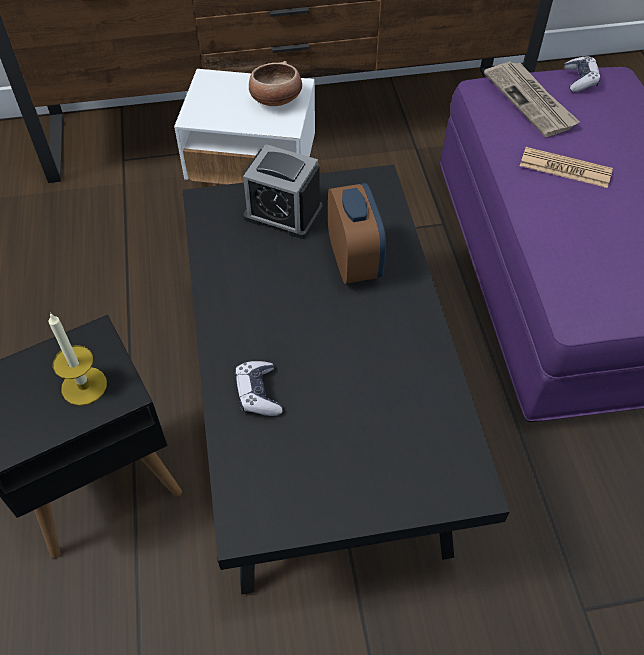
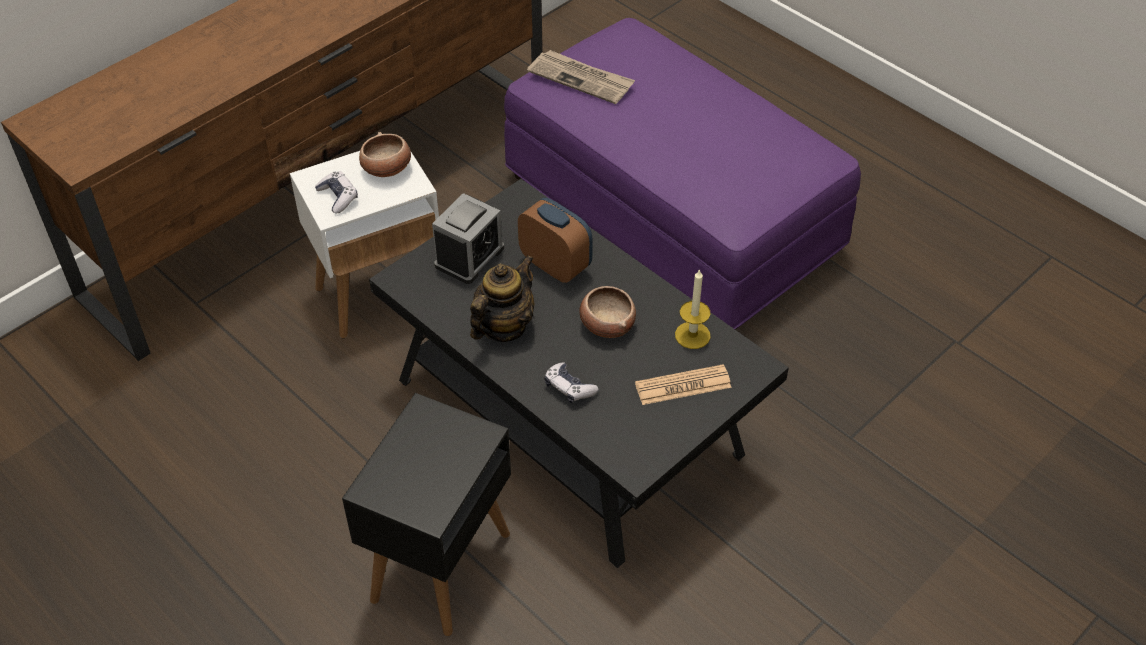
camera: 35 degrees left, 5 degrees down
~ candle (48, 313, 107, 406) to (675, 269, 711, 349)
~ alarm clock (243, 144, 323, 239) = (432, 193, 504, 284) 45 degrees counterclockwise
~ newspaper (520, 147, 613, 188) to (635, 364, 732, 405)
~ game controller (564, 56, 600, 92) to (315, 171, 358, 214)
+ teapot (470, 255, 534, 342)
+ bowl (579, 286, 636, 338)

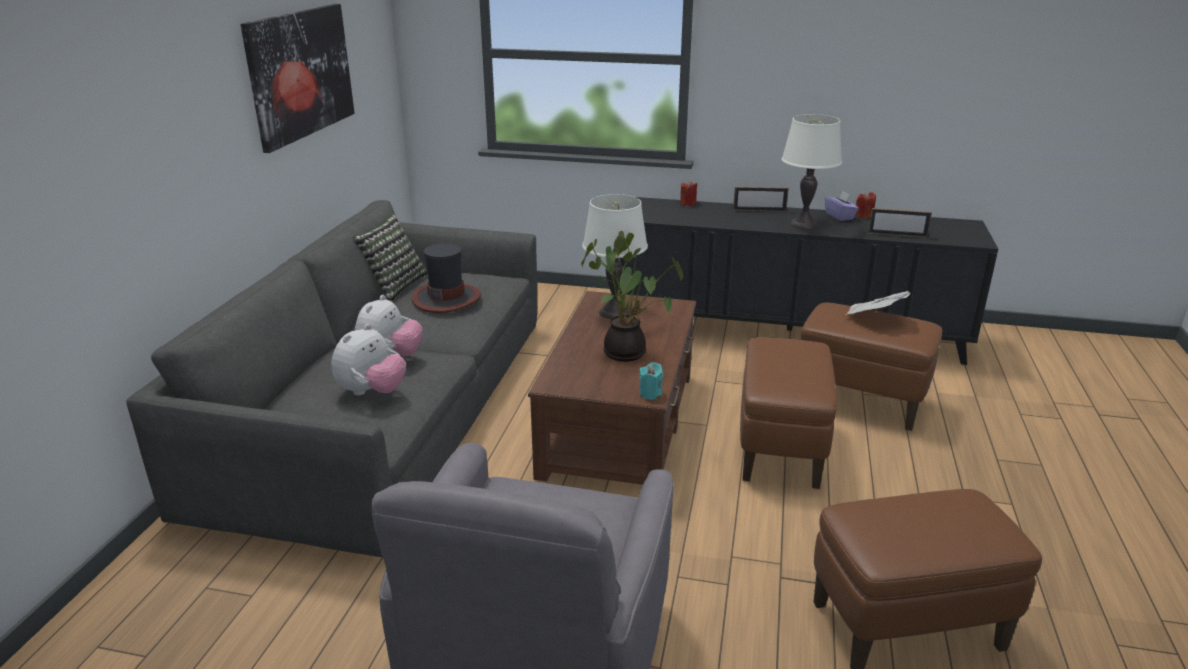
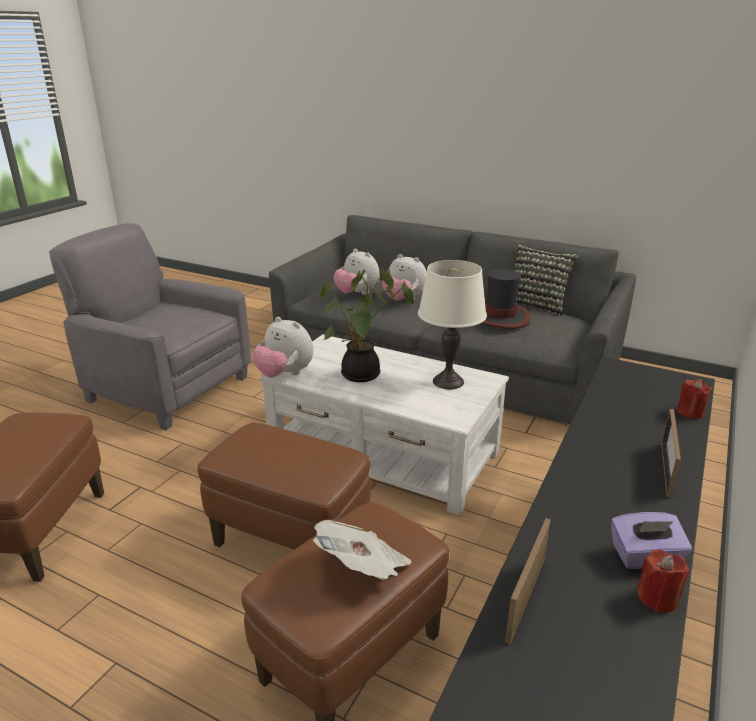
camera: 105 degrees right, 0 degrees up
- picture (240, 4, 355, 153)
~ brown coffee table (528, 291, 696, 485) to white coffee table (260, 334, 509, 516)
~ turquoise candle (639, 362, 663, 400) to plush toy (252, 317, 313, 378)
- white table lamp (781, 114, 842, 229)

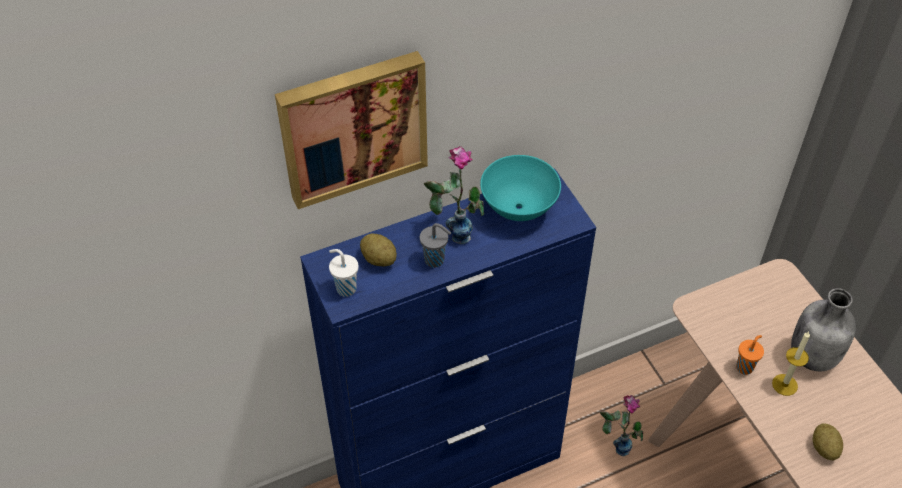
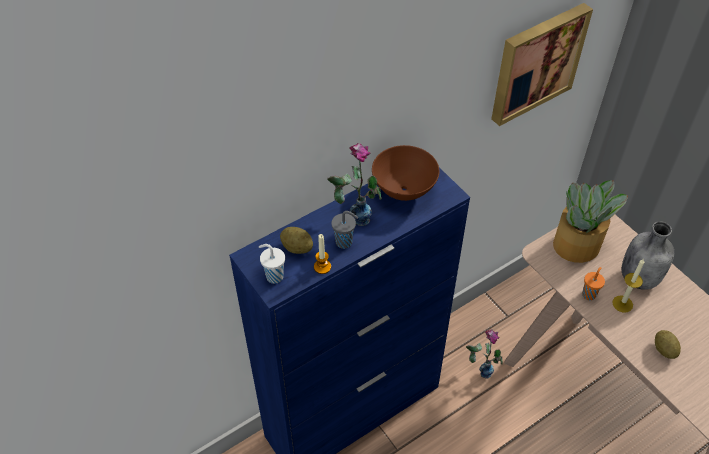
camera: 10 degrees left, 0 degrees up
~ picture (275, 51, 428, 209) to (491, 3, 593, 126)
~ turquoise bowl (480, 155, 561, 221) to brown bowl (372, 145, 439, 201)
+ candle (314, 234, 331, 274)
+ potted plant (553, 180, 628, 263)

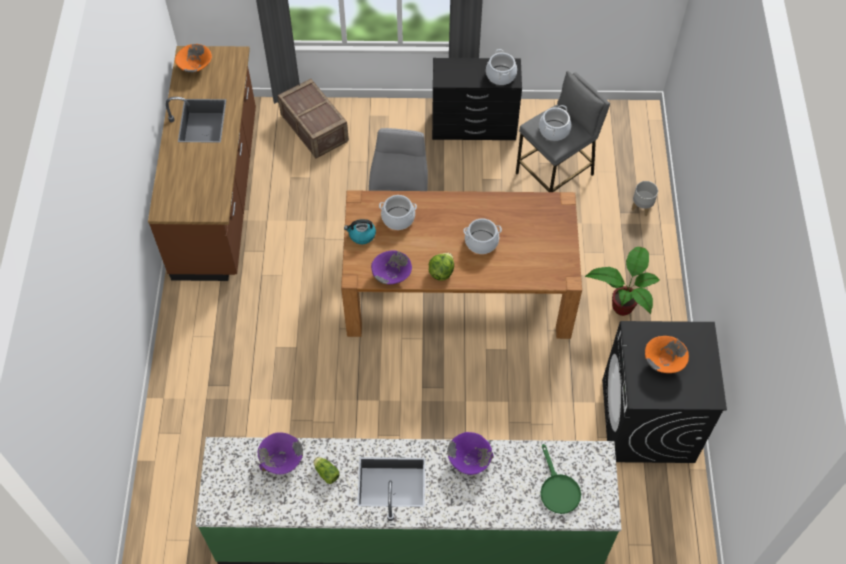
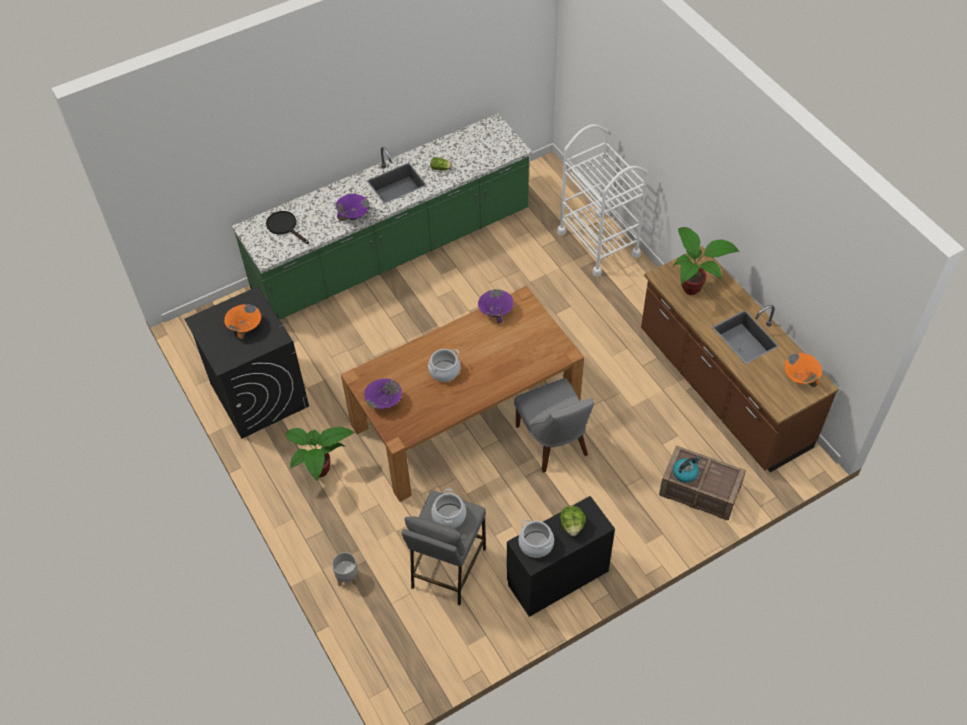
camera: 150 degrees right, 5 degrees down
~ purple bowl (257, 432, 303, 475) to (364, 378, 402, 409)
~ kettle (344, 219, 376, 244) to (673, 456, 700, 483)
- cooking pot (379, 195, 417, 230)
~ lettuce (429, 253, 454, 281) to (560, 506, 586, 536)
~ green frying pan (540, 444, 581, 514) to black frying pan (266, 211, 309, 244)
+ white cart (557, 124, 648, 277)
+ potted plant (673, 227, 739, 295)

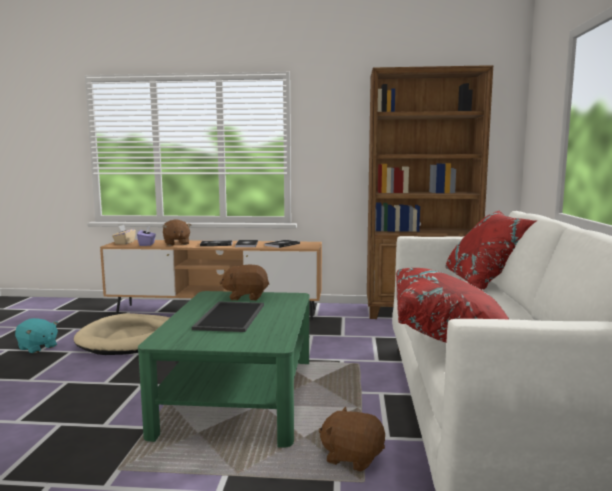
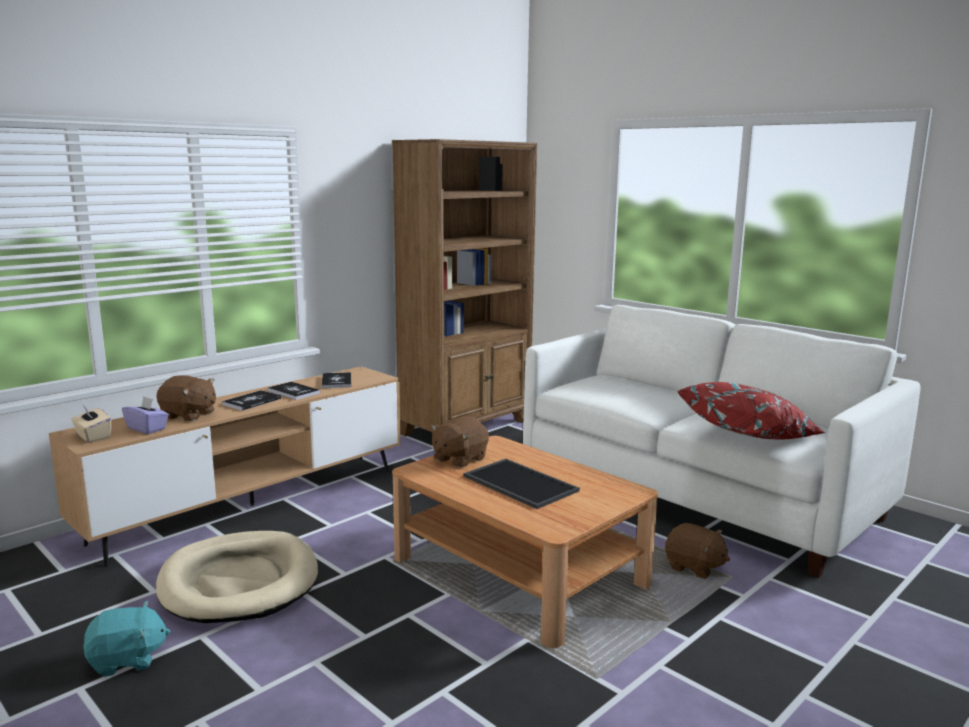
camera: 50 degrees left, 5 degrees up
~ green coffee table (138, 291, 309, 448) to brown coffee table (392, 436, 658, 648)
~ brown plush toy (319, 407, 385, 472) = (665, 523, 730, 579) 120 degrees counterclockwise
- red pillow (445, 210, 537, 290)

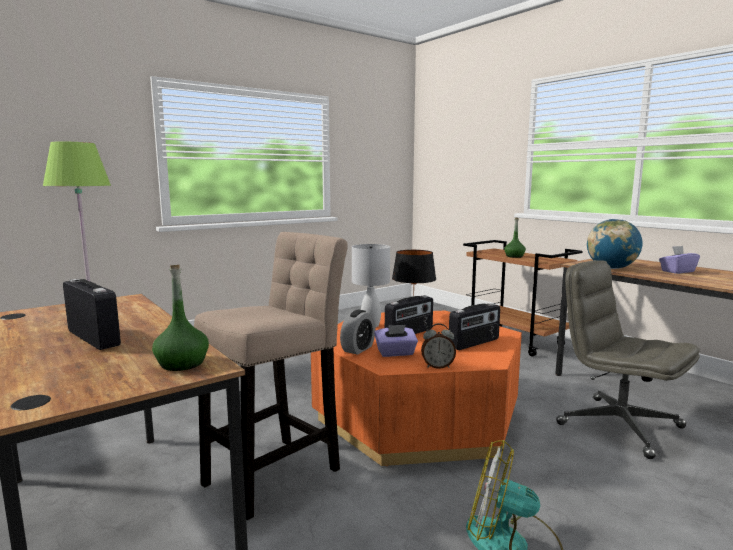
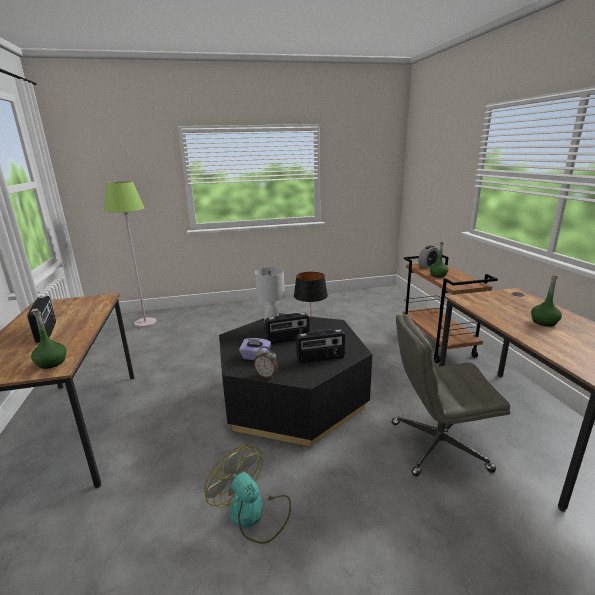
camera: 25 degrees right, 10 degrees up
- beige stool (194, 232, 348, 520)
~ orange coffee table (311, 311, 522, 466) to black coffee table (219, 313, 372, 447)
~ alarm clock (340, 310, 375, 355) to (418, 246, 439, 269)
~ grey office chair (556, 260, 700, 459) = (392, 314, 510, 476) 75 degrees counterclockwise
- globe (587, 219, 642, 269)
~ purple tissue box (659, 246, 700, 274) to green bottle (531, 275, 562, 326)

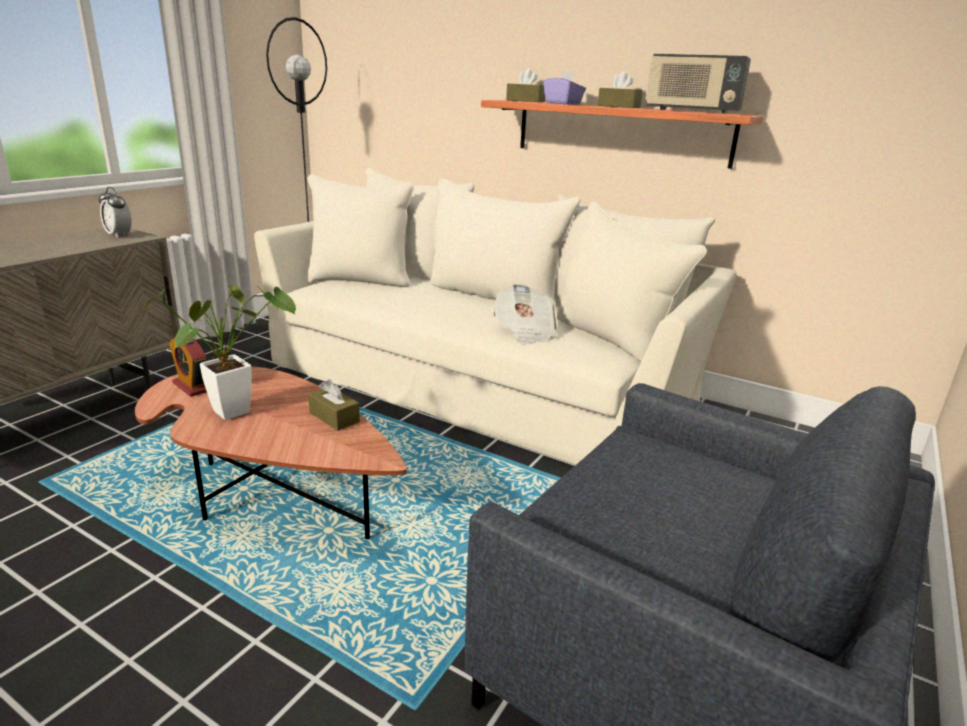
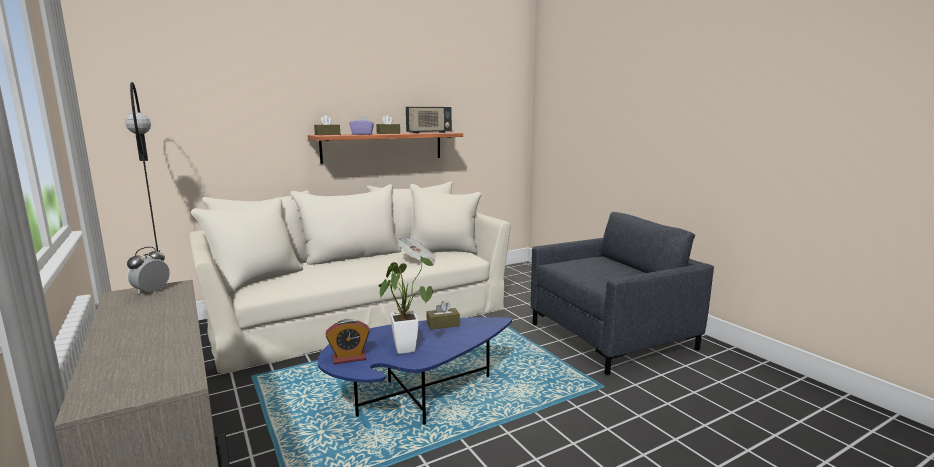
camera: 60 degrees left, 10 degrees down
~ alarm clock (99, 187, 131, 238) = (127, 247, 170, 294) 135 degrees clockwise
~ brown coffee table (135, 366, 407, 539) to blue coffee table (318, 317, 512, 425)

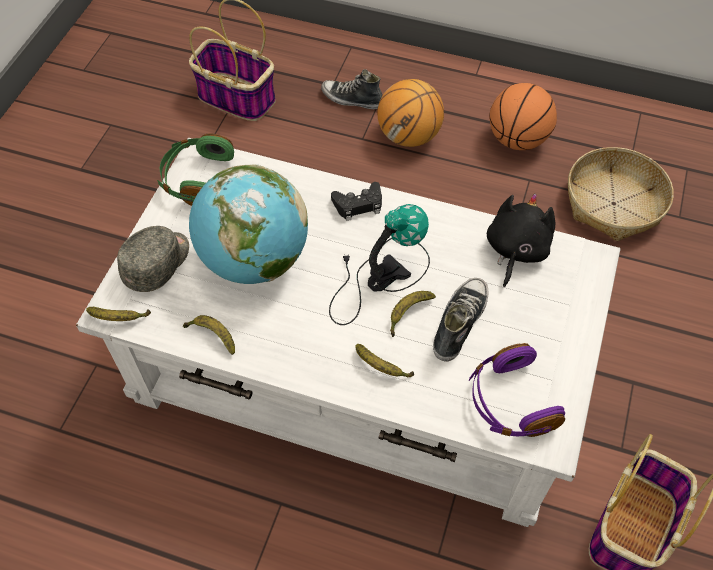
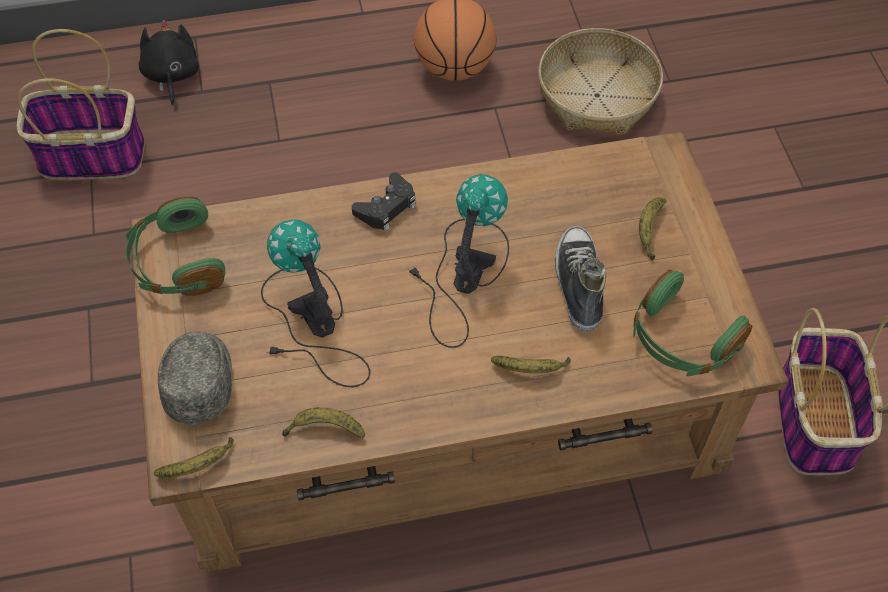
camera: 30 degrees left, 0 degrees up
~ white coffee table (76, 138, 620, 527) to brown coffee table (130, 131, 788, 572)
~ globe (189, 164, 308, 284) to table lamp (261, 219, 370, 387)
- shoe (321, 69, 382, 109)
- basketball (377, 79, 444, 147)
~ banana (390, 291, 436, 337) to (639, 197, 666, 260)
~ purple headphones (469, 343, 565, 437) to green headphones (633, 270, 752, 376)
~ black plush toy (487, 194, 555, 288) to (139, 20, 199, 106)

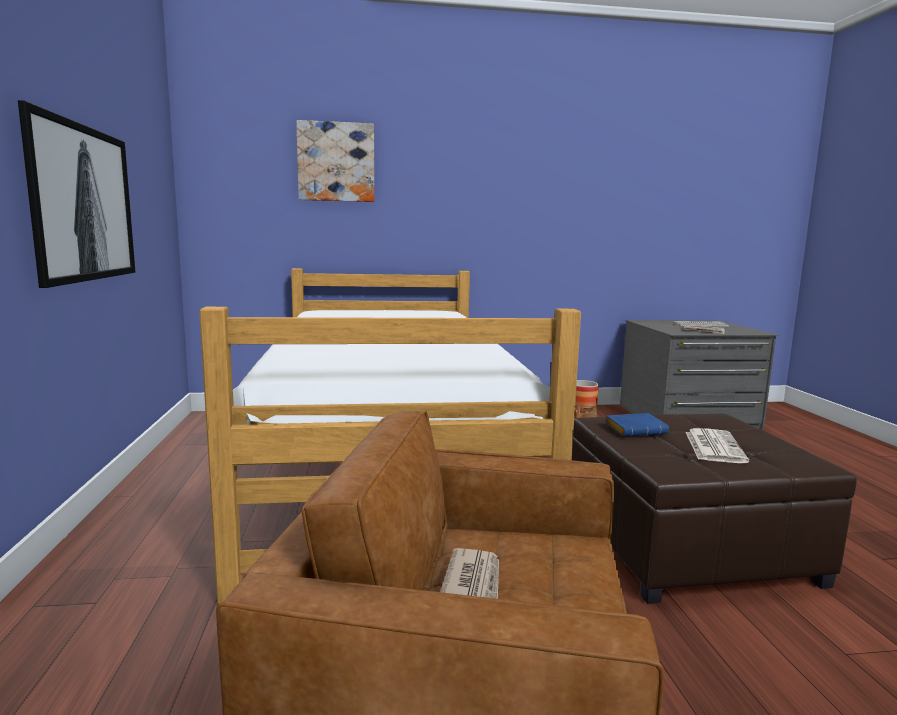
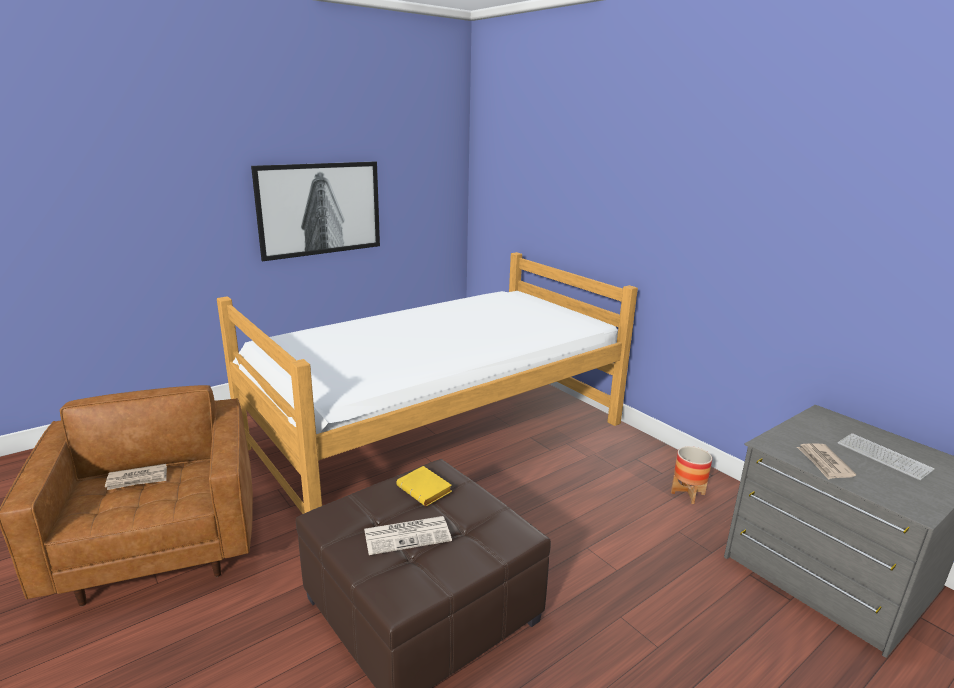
camera: 60 degrees right, 10 degrees up
- picture (296, 120, 374, 202)
~ blue book (606, 413, 669, 436) to yellow book (396, 466, 452, 506)

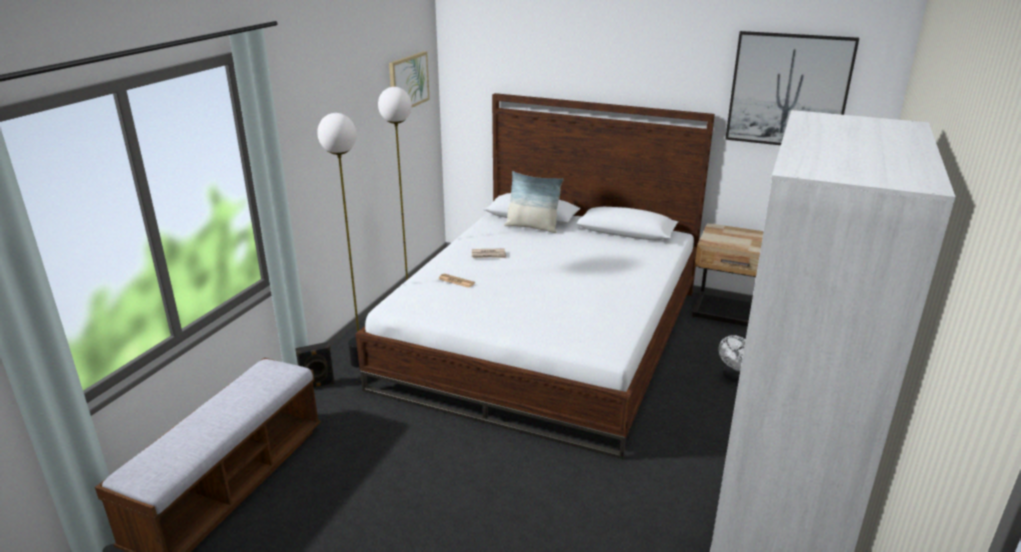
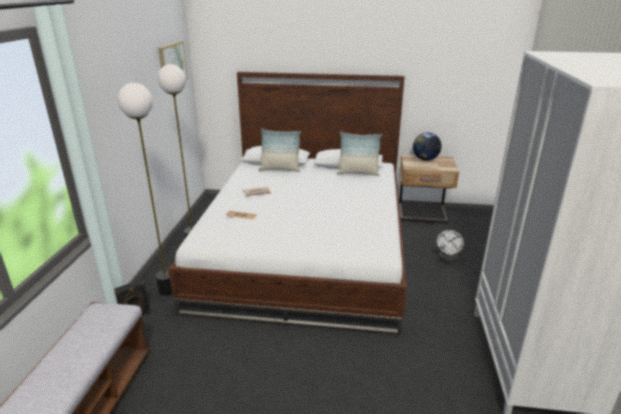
camera: 15 degrees left, 0 degrees up
- picture (725, 31, 859, 145)
+ pillow (336, 131, 382, 176)
+ globe (413, 132, 442, 161)

